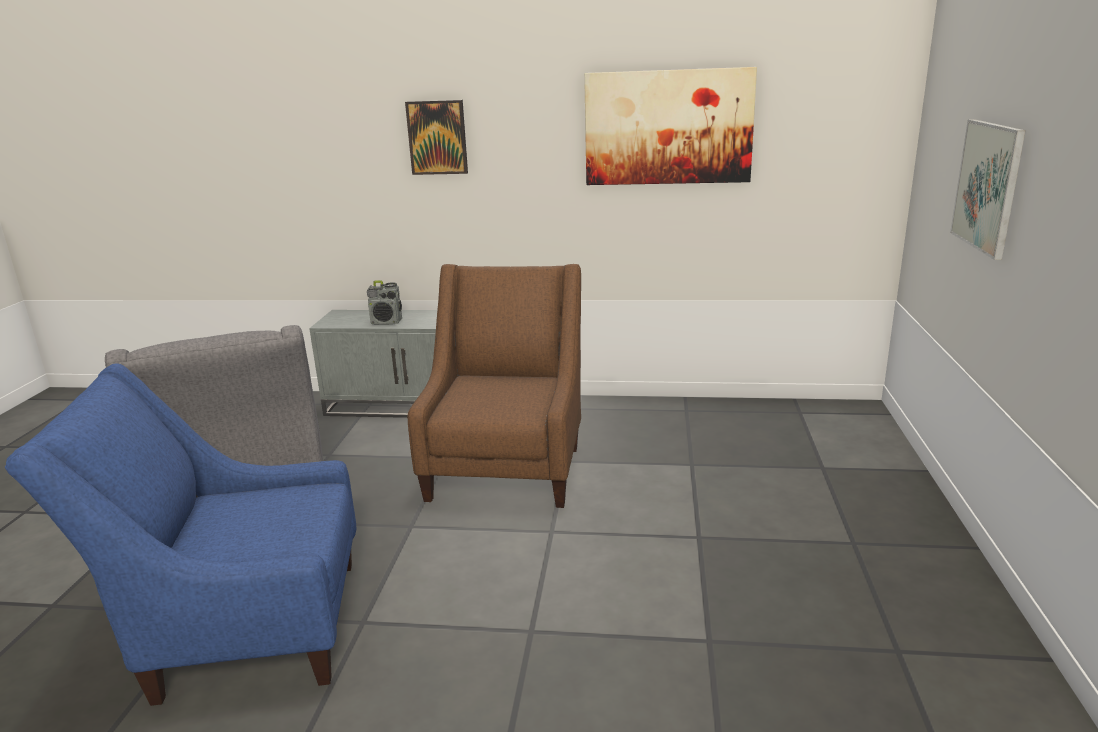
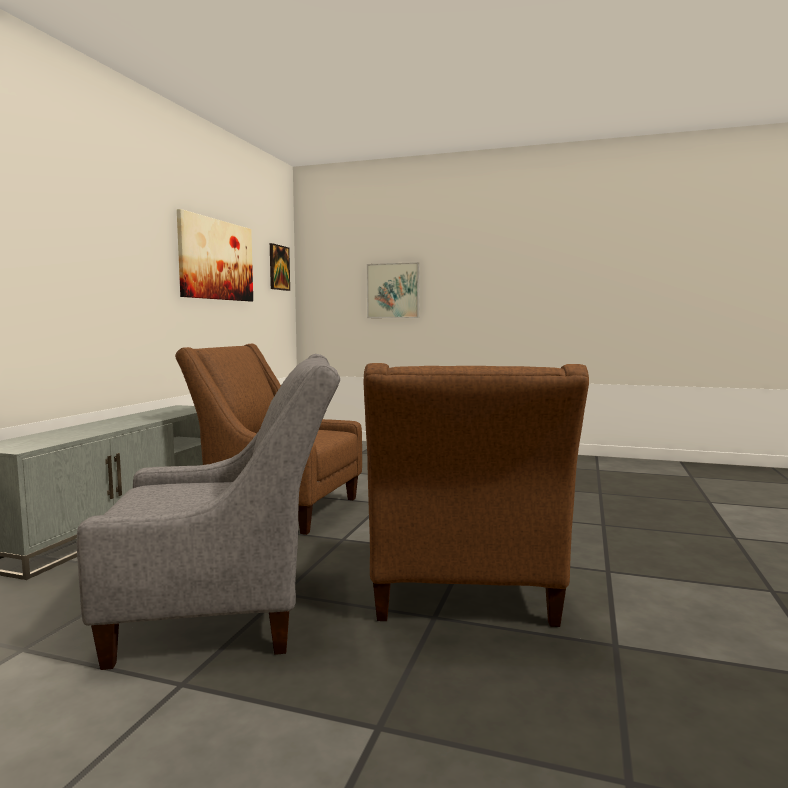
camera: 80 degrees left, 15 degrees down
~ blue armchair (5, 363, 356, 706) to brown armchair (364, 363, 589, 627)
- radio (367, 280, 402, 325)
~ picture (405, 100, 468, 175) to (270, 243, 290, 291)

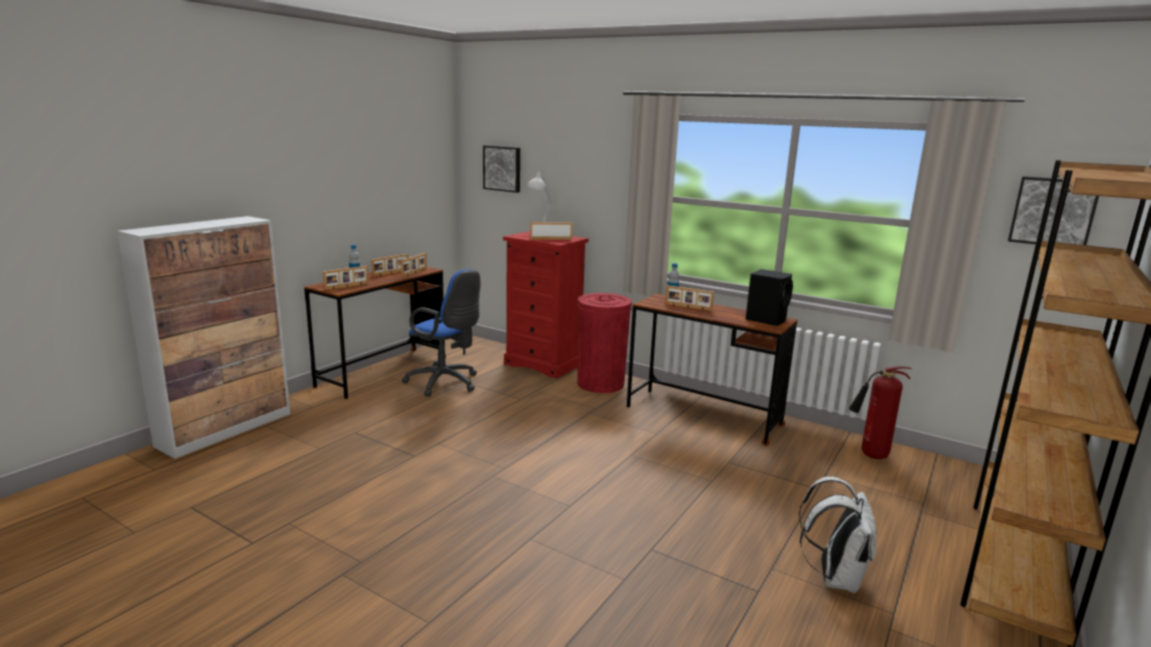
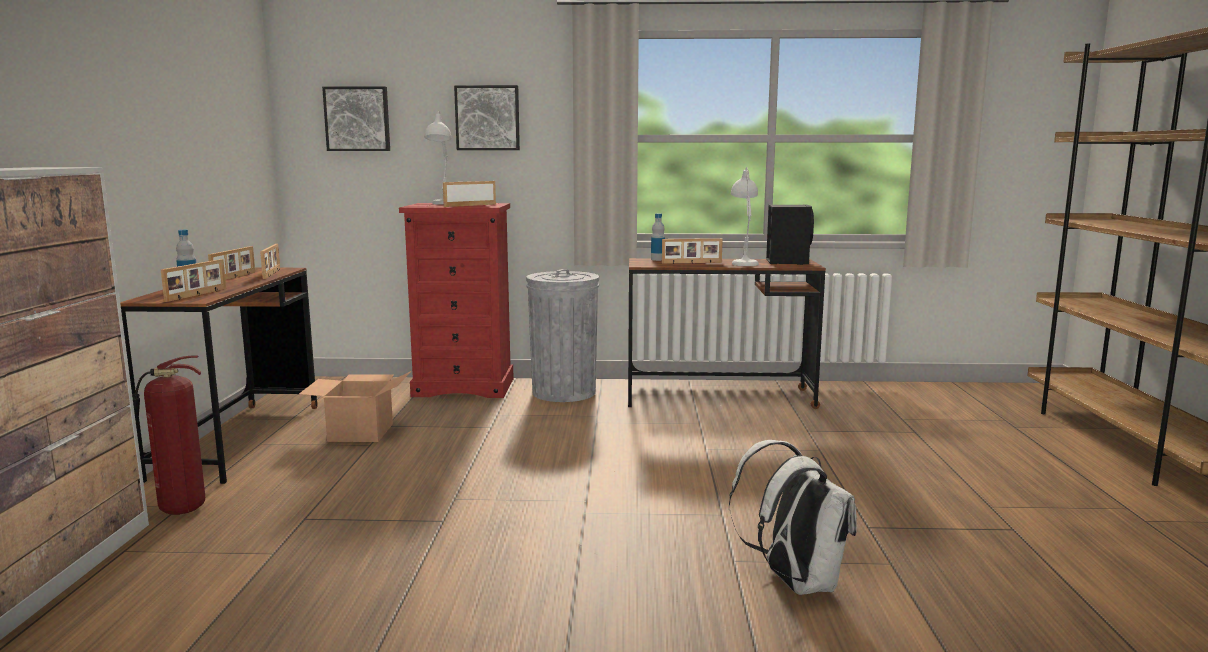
camera: 30 degrees left, 5 degrees down
~ blue office chair (402, 269, 480, 397) to cardboard box (299, 371, 411, 442)
~ red trash can (577, 293, 632, 393) to grey trash can (526, 269, 599, 402)
~ white backpack (799, 476, 877, 593) to (729, 440, 857, 595)
~ fire extinguisher (849, 366, 912, 459) to (133, 356, 205, 515)
~ picture (1008, 176, 1099, 245) to (454, 85, 520, 150)
+ white table lamp (731, 167, 759, 266)

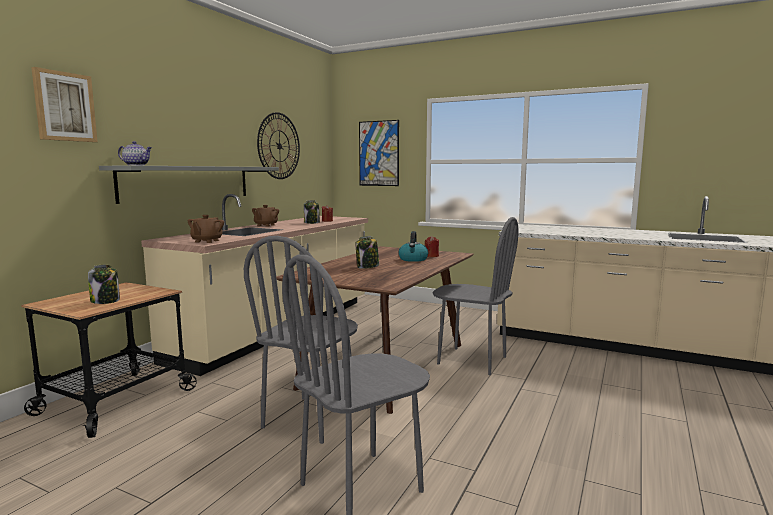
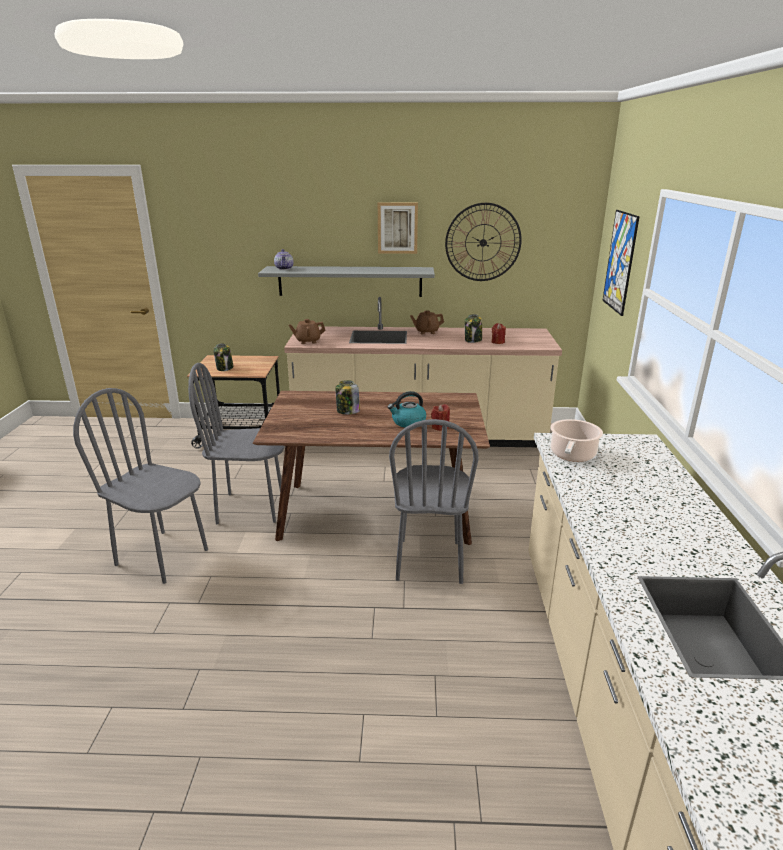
camera: 65 degrees right, 15 degrees up
~ picture (31, 67, 98, 142) to (378, 202, 418, 254)
+ cooking pot (550, 419, 603, 462)

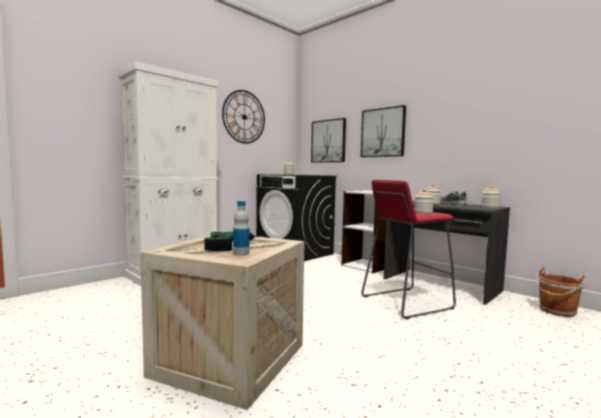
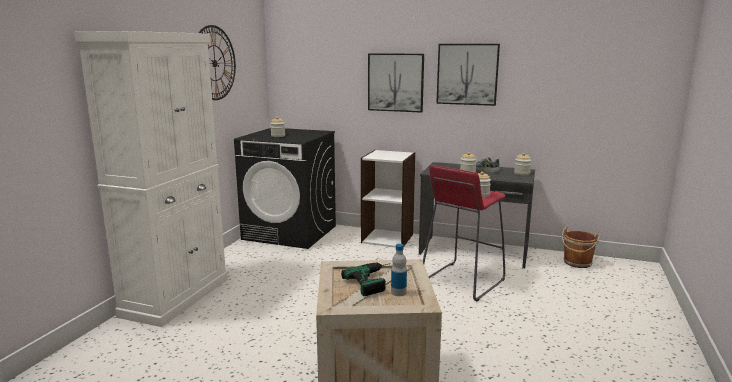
camera: 25 degrees left, 10 degrees up
~ picture (311, 118, 346, 162) to (436, 44, 500, 106)

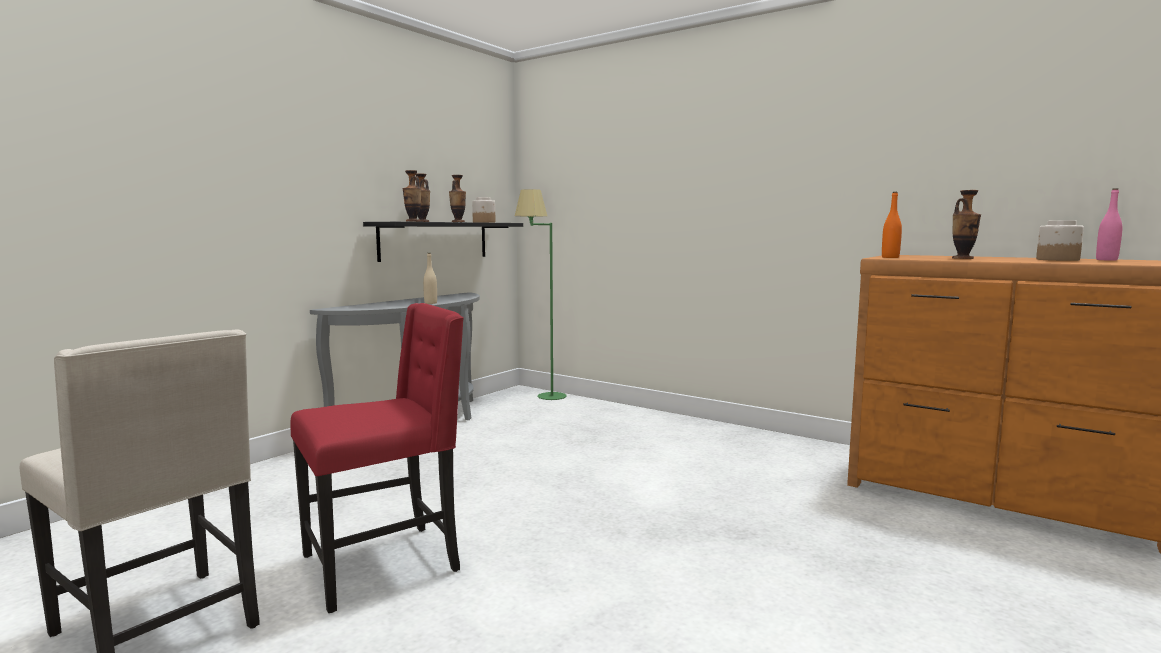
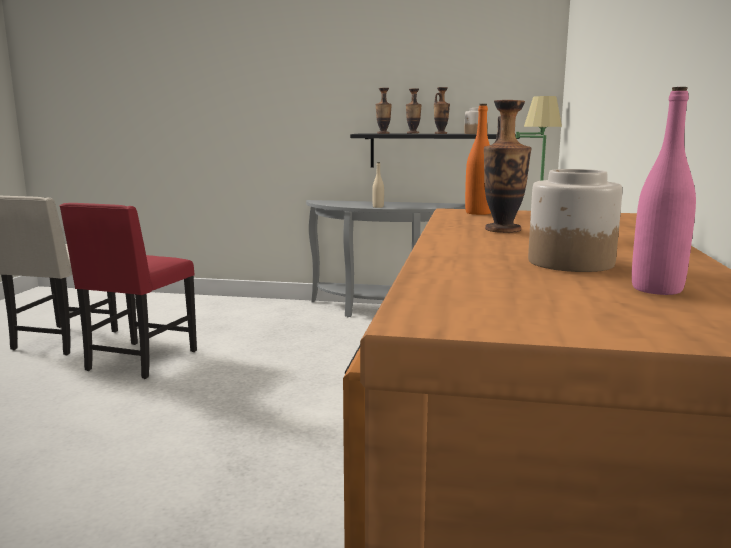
camera: 65 degrees right, 5 degrees up
~ red chair (290, 303, 464, 613) = (60, 203, 197, 379) 75 degrees clockwise

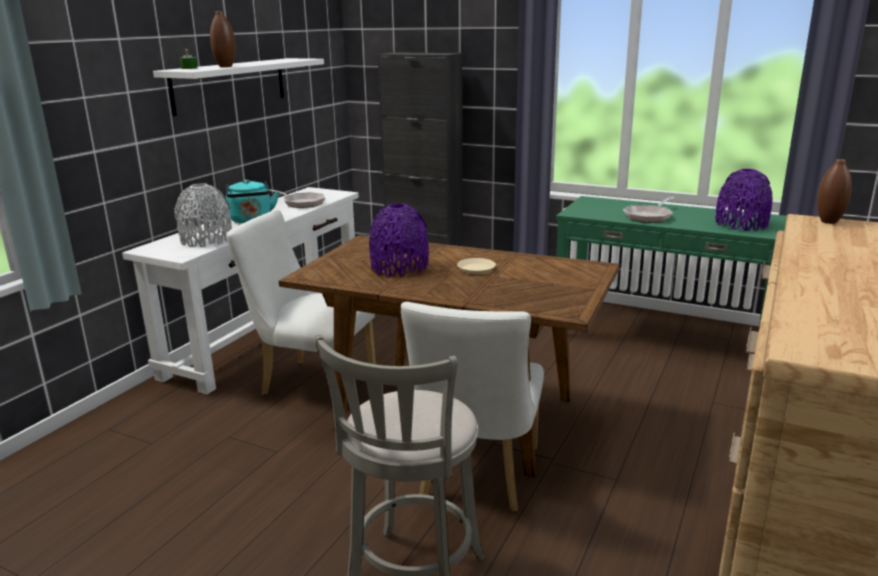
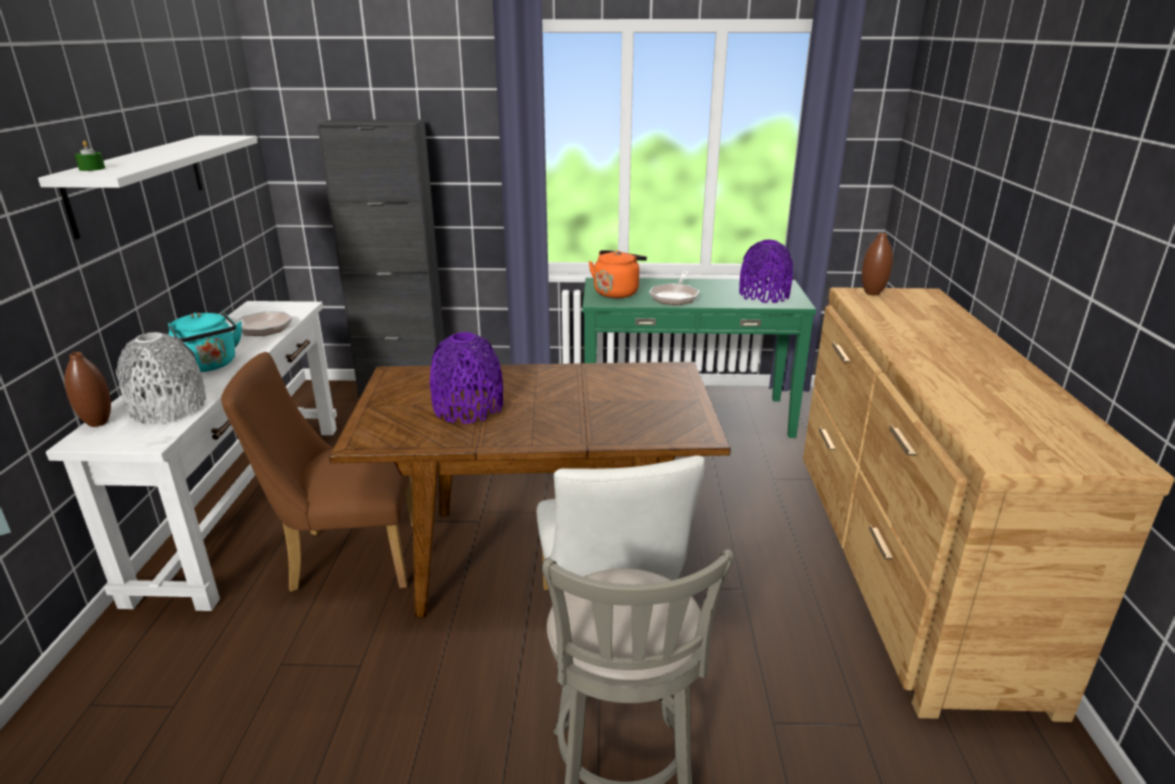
camera: 25 degrees left, 5 degrees up
~ brown vase (210, 11, 236, 67) to (65, 352, 111, 427)
~ white chair (226, 210, 376, 395) to brown chair (221, 352, 413, 592)
- beige plate (457, 258, 496, 274)
+ orange kettle (589, 250, 647, 298)

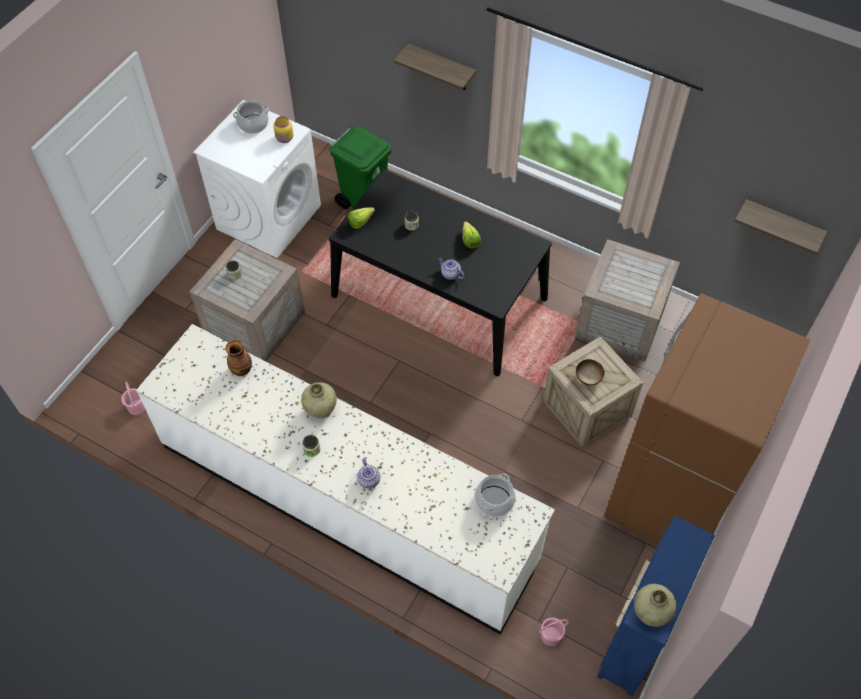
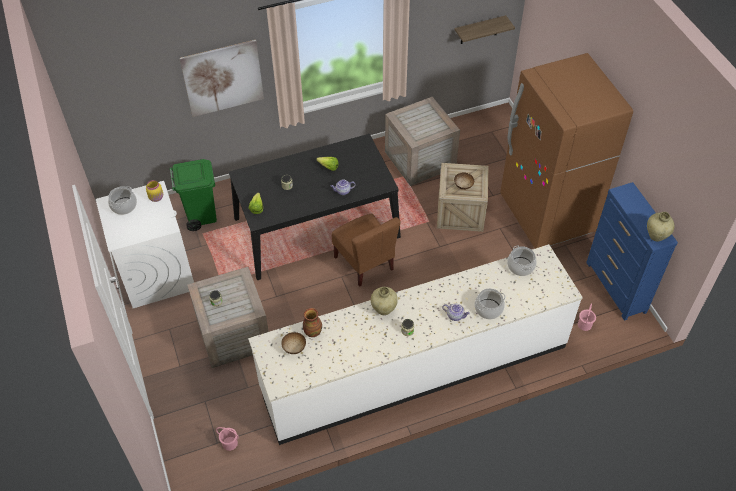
camera: 50 degrees left, 5 degrees down
~ shelf (394, 44, 477, 90) to picture (180, 40, 264, 117)
+ bowl (281, 332, 306, 354)
+ brown chair (332, 213, 401, 287)
+ cooking pot (475, 289, 506, 319)

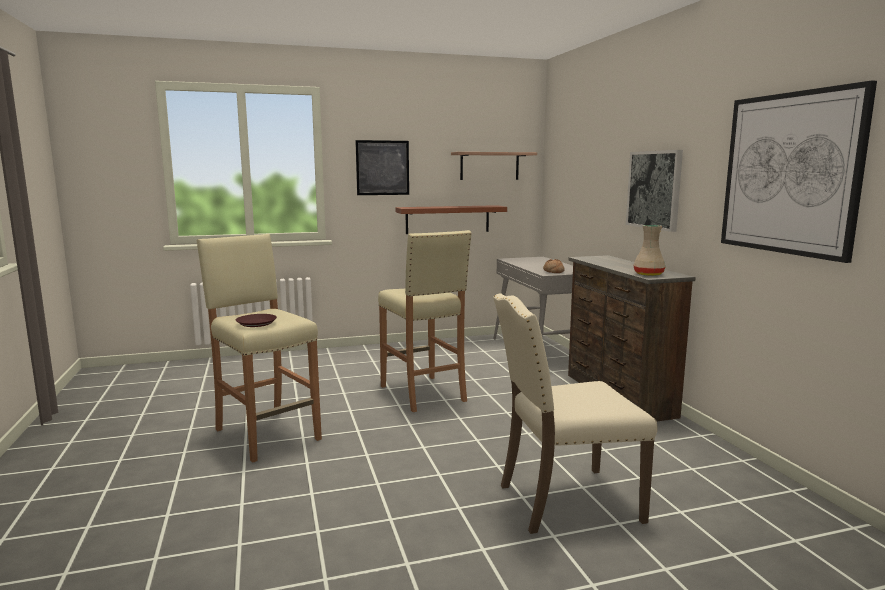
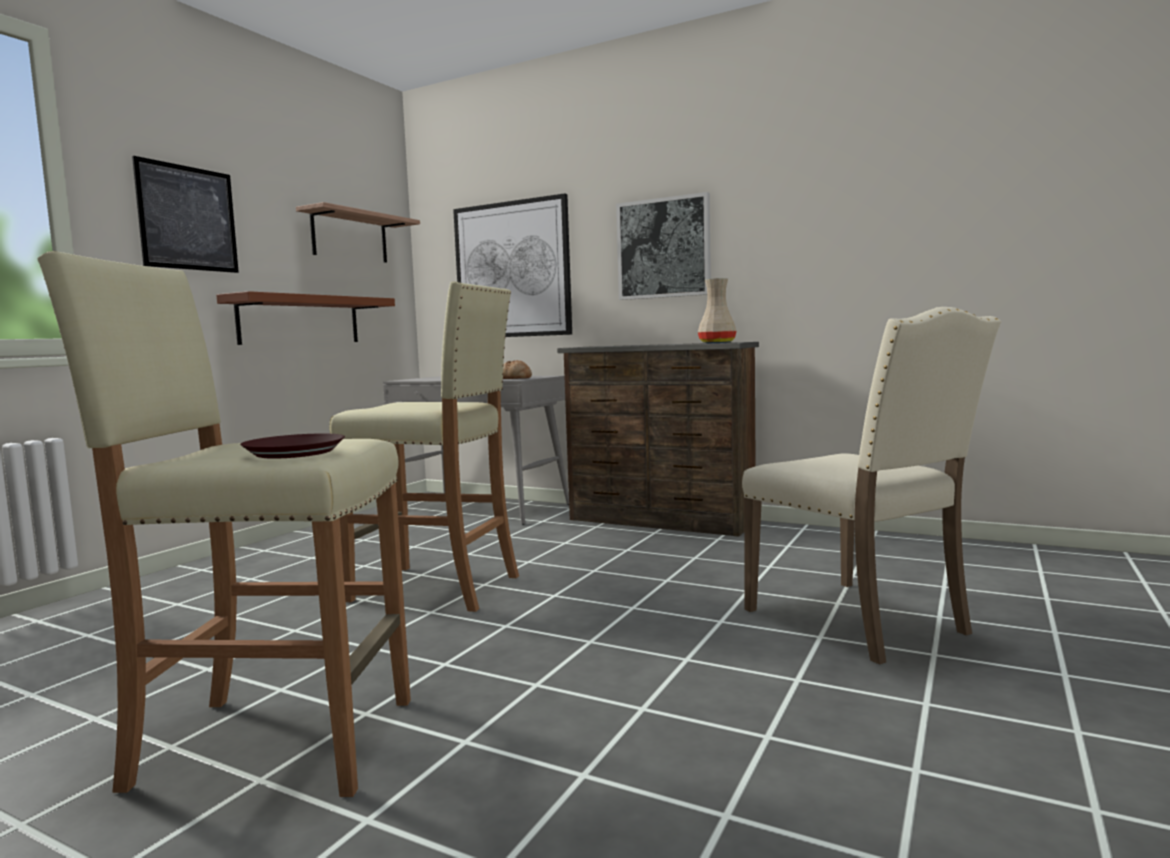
camera: 45 degrees left, 5 degrees down
~ beige chair (493, 293, 658, 534) = (742, 307, 1001, 665) 60 degrees counterclockwise
~ picture (721, 80, 877, 263) to (453, 193, 572, 337)

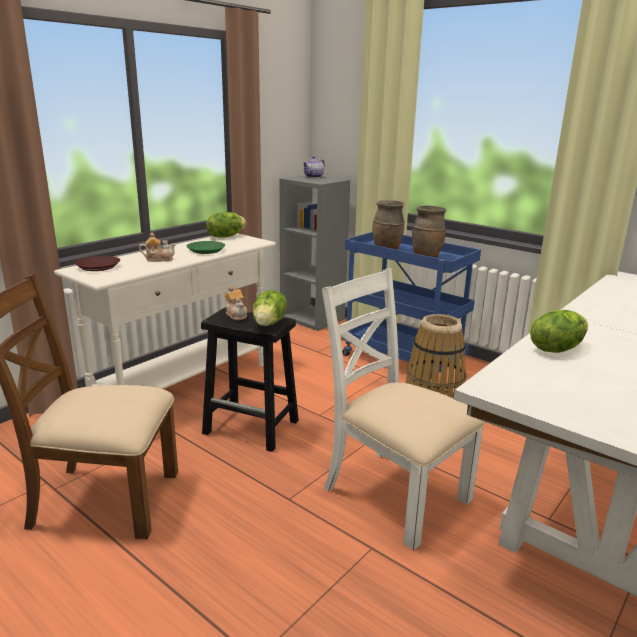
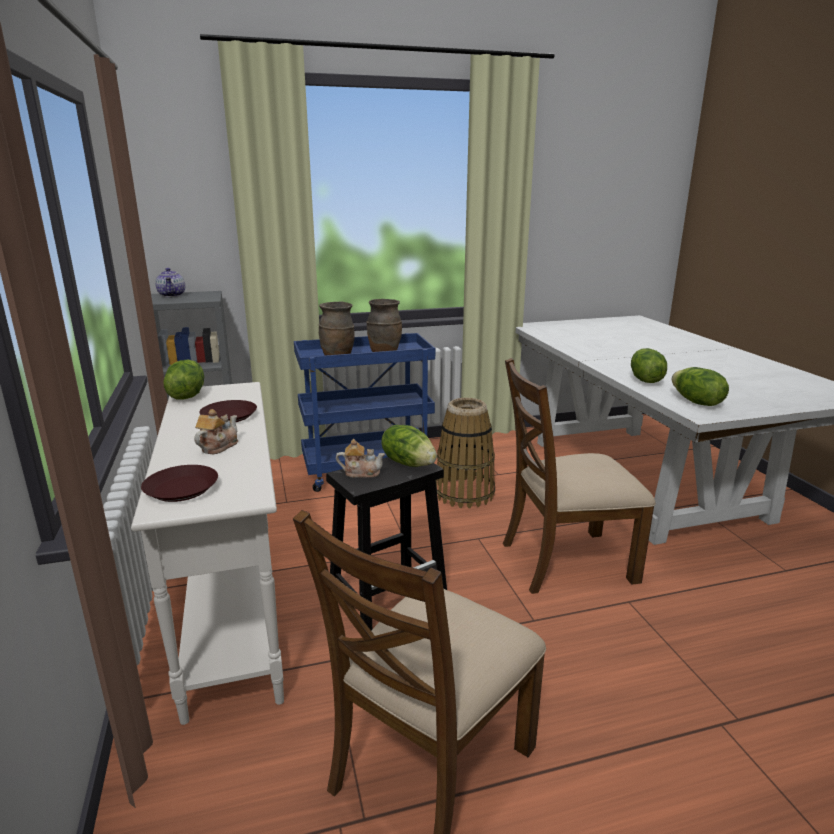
camera: 55 degrees left, 0 degrees up
~ green plate (186, 241, 225, 254) to brown plate (199, 400, 257, 422)
~ white chair (322, 268, 485, 550) to brown chair (503, 358, 656, 594)
+ lettuce (672, 367, 729, 406)

